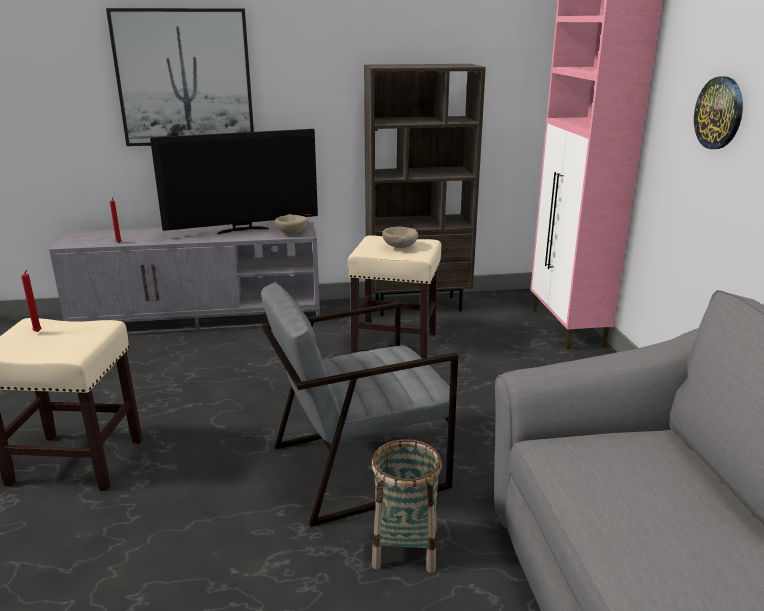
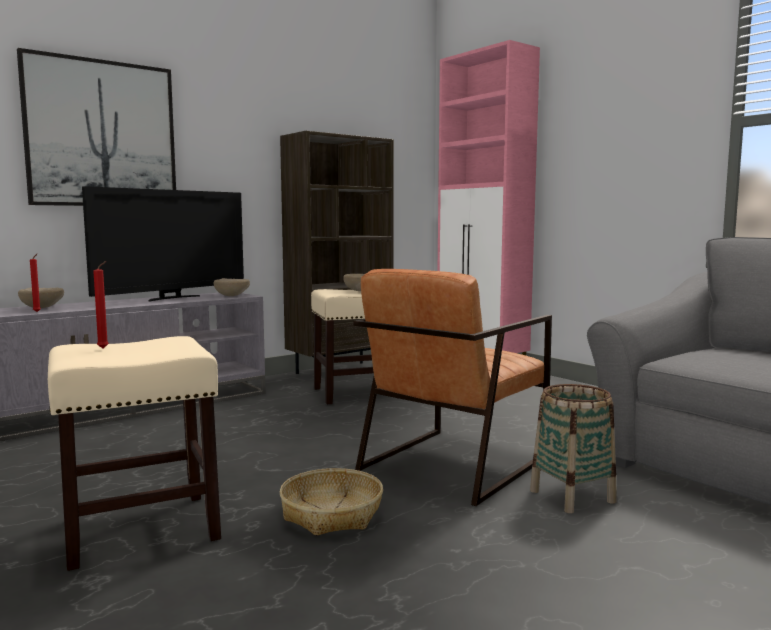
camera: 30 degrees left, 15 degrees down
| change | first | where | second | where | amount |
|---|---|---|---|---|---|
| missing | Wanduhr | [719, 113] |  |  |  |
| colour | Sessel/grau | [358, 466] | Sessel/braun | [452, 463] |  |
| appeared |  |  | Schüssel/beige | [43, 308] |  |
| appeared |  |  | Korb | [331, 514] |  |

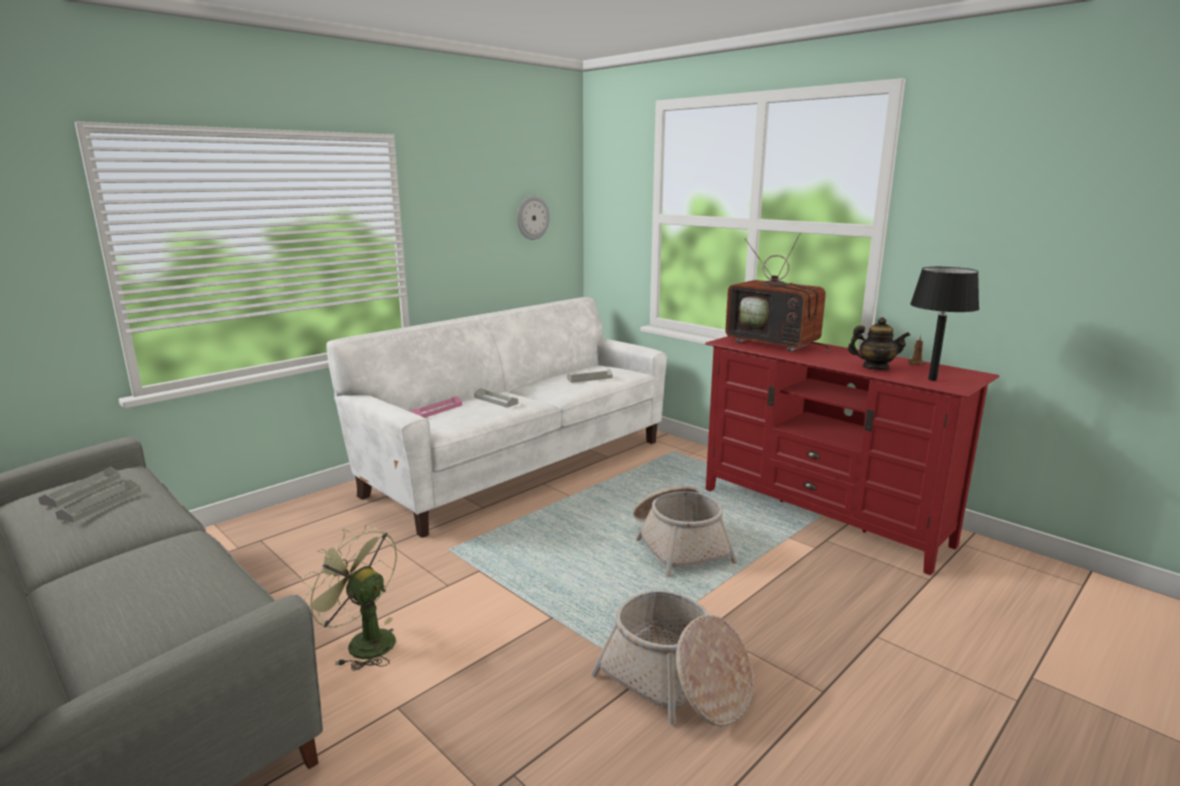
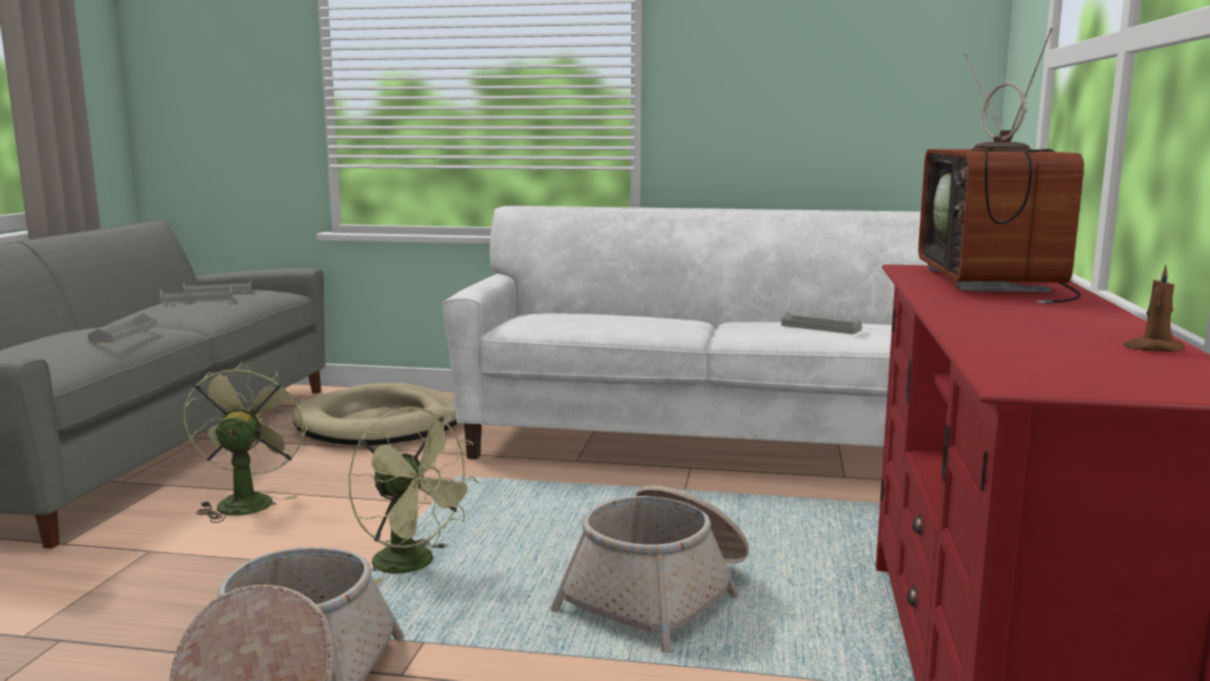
camera: 55 degrees right, 5 degrees down
| change | first | where | second | where | amount |
|---|---|---|---|---|---|
| missing | Wanduhr | [532, 218] |  |  |  |
| missing | Tischlampe/schwarz | [932, 379] |  |  |  |
| missing | Teekanne | [875, 368] |  |  |  |
| relocated | Tablett/grau | [496, 400] |  | [124, 334] |  |
| missing | Tablett/rosa | [437, 410] |  |  |  |
| appeared |  |  | Hundebett/beige | [382, 424] |  |
| appeared |  |  | Ventilator/grün | [414, 565] |  |

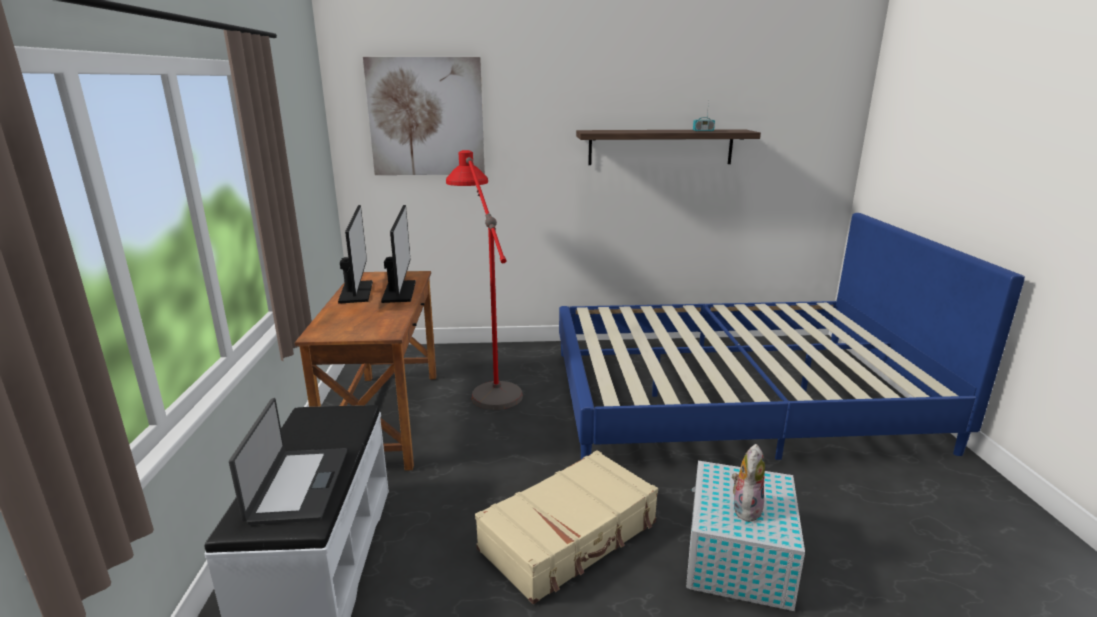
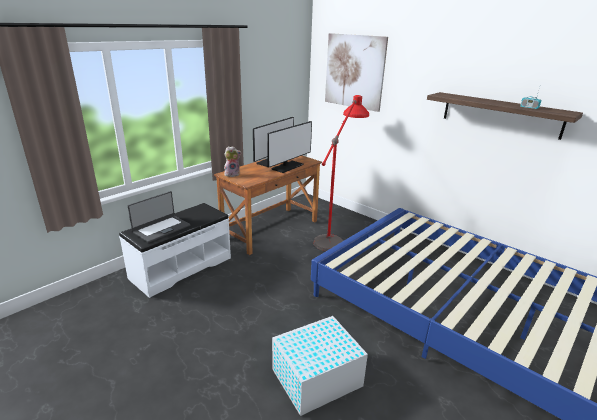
camera: 45 degrees right, 5 degrees up
| change | first | where | second | where | amount |
|---|---|---|---|---|---|
| relocated | Plüschtier | [745, 508] |  | [232, 174] |  |
| missing | Koffer/beige | [570, 536] |  |  |  |

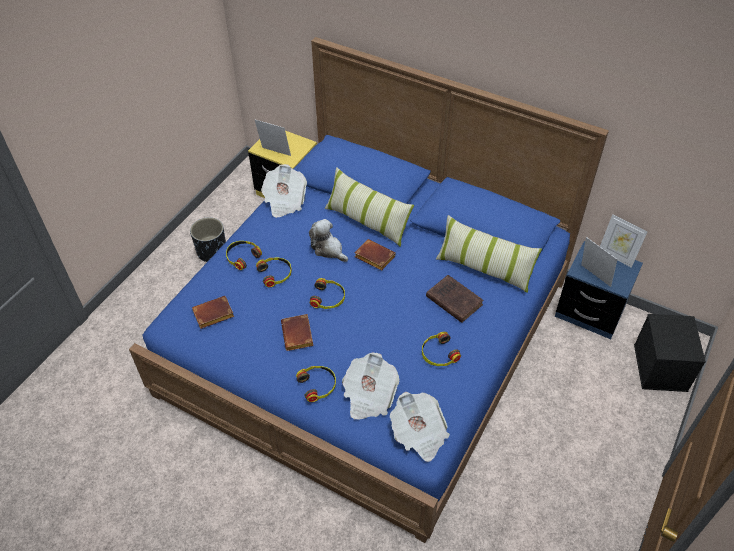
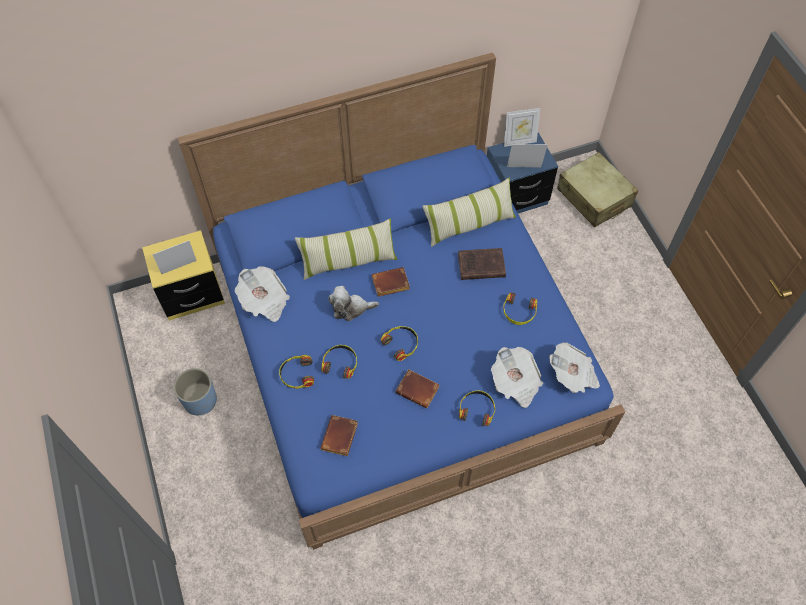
camera: 50 degrees left, 10 degrees up
| change | first | where | second | where | amount |
|---|---|---|---|---|---|
| colour | Pflanzkübel/schwarz | [212, 252] | Pflanzkübel/blau | [200, 400] |  |
| exchanged | Aufbewahrungsbox/schwarz | [661, 368] | Koffer/beige | [594, 197] |  |

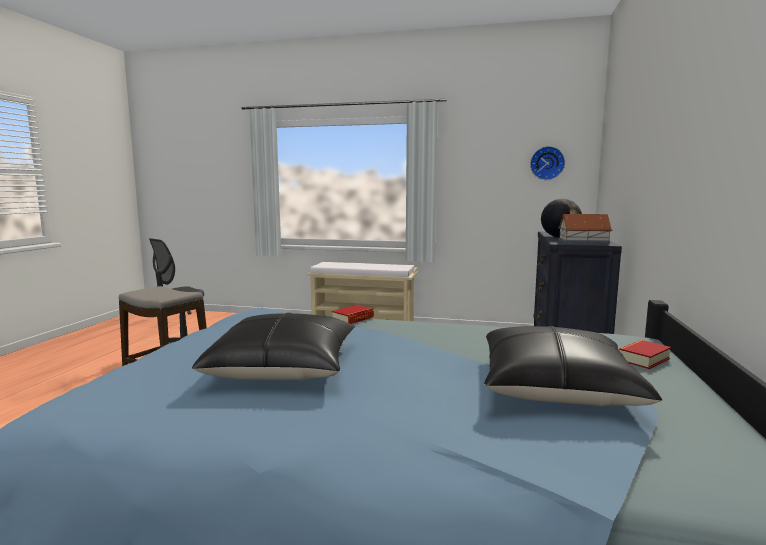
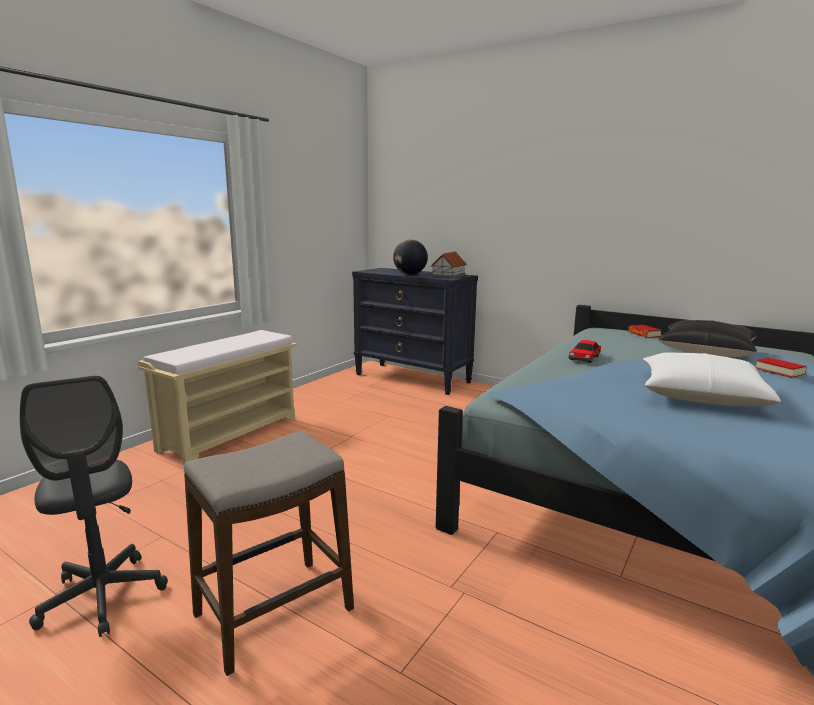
camera: 70 degrees left, 5 degrees up
| change | first | where | second | where | amount |
|---|---|---|---|---|---|
| missing | Wanduhr | [547, 163] |  |  |  |
| relocated | Buch | [353, 319] |  | [779, 371] |  |
| colour | Kissen/schwarz | [284, 367] | Kissen/weiß | [700, 395] |  |
| appeared |  |  | Spielzeugauto | [584, 358] |  |

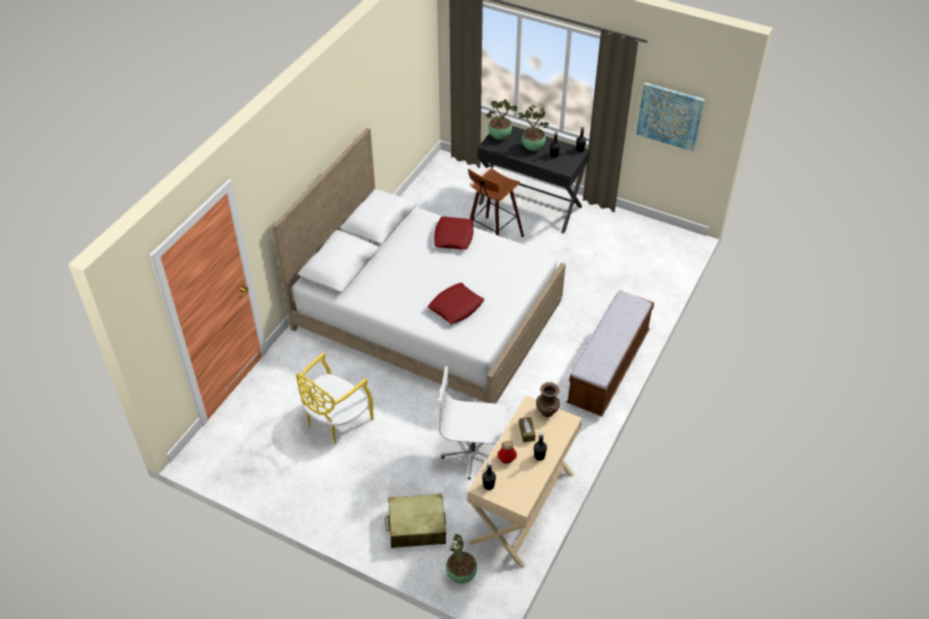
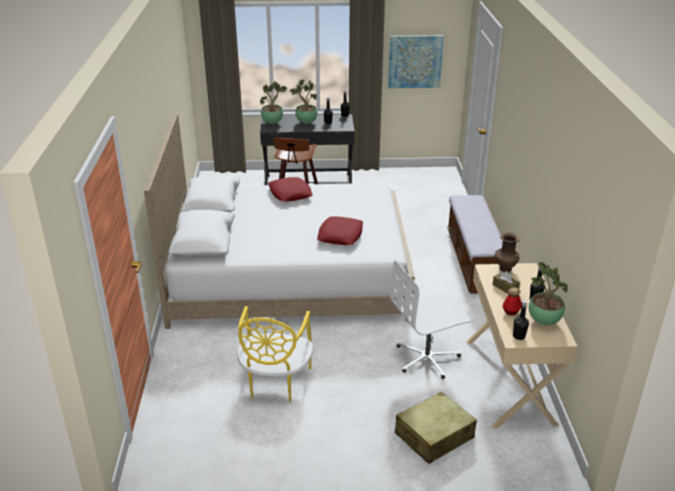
camera: 30 degrees left, 15 degrees down
| change | first | where | second | where | amount |
|---|---|---|---|---|---|
| relocated | Topfpflanze | [461, 576] |  | [544, 322] |  |

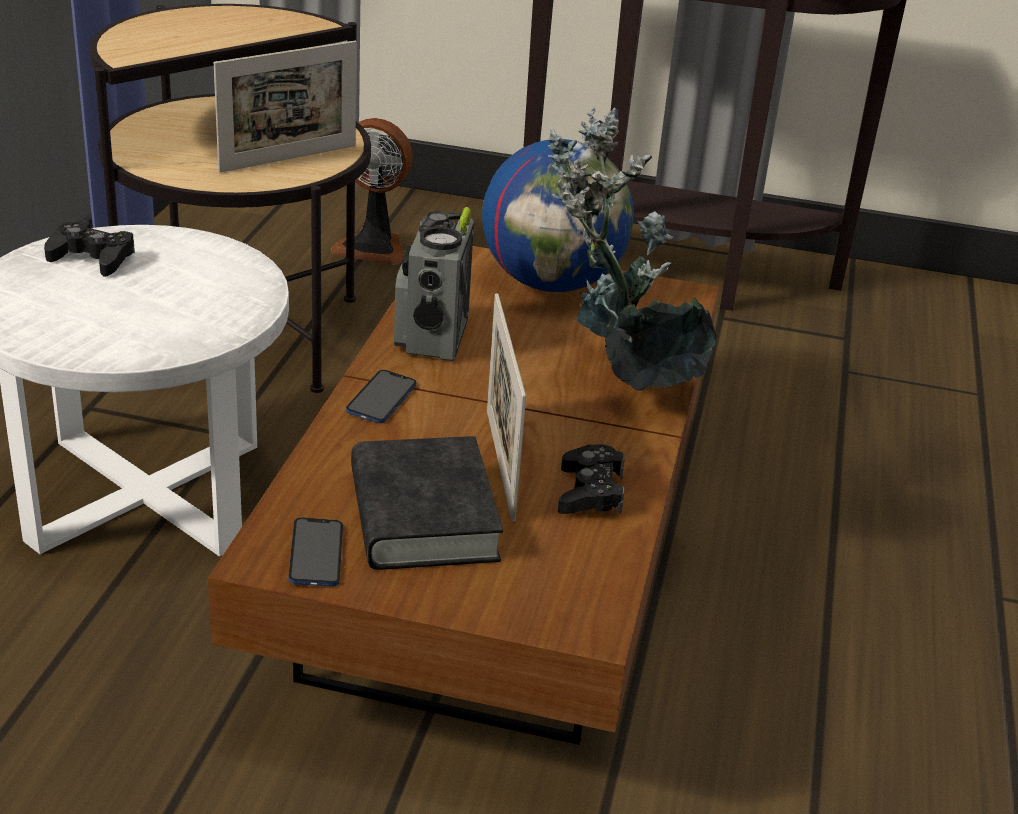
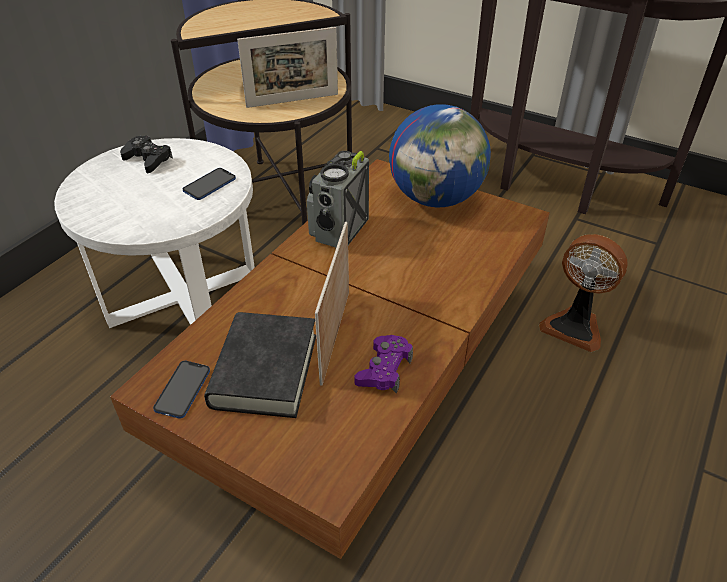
camera: 20 degrees right, 10 degrees up
| change | first | where | second | where | amount |
|---|---|---|---|---|---|
| missing | Topfpflanze | [620, 384] |  |  |  |
| relocated | Ventilator | [374, 247] |  | [574, 326] |  |
| relocated | Handy | [381, 399] |  | [209, 185] |  |
| colour | Gamepad/schwarz | [590, 492] | Gamepad/lila | [384, 369] |  |

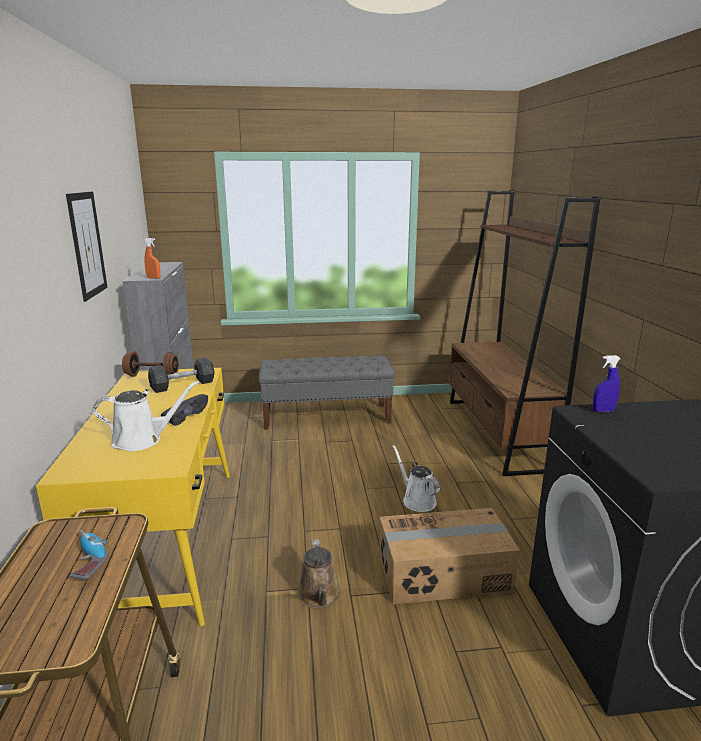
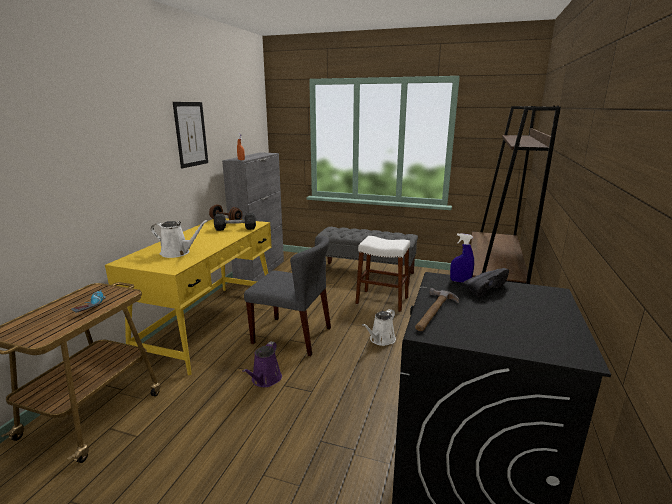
camera: 25 degrees right, 0 degrees up
| change | first | where | second | where | amount |
|---|---|---|---|---|---|
| relocated | Schuh/schwarz | [185, 416] |  | [484, 288] |  |
| spun | Gießkanne/weiß | [417, 500] |  | [381, 340] | 135 degrees counterclockwise |
| missing | Karton | [444, 574] |  |  |  |
| colour | Gießkanne/braun | [319, 596] | Gießkanne/lila | [265, 380] |  |
| appeared |  |  | Stuhl/grau | [292, 335] |  |
| appeared |  |  | Hocker/weiß | [382, 300] |  |
| appeared |  |  | Hammer | [433, 312] |  |

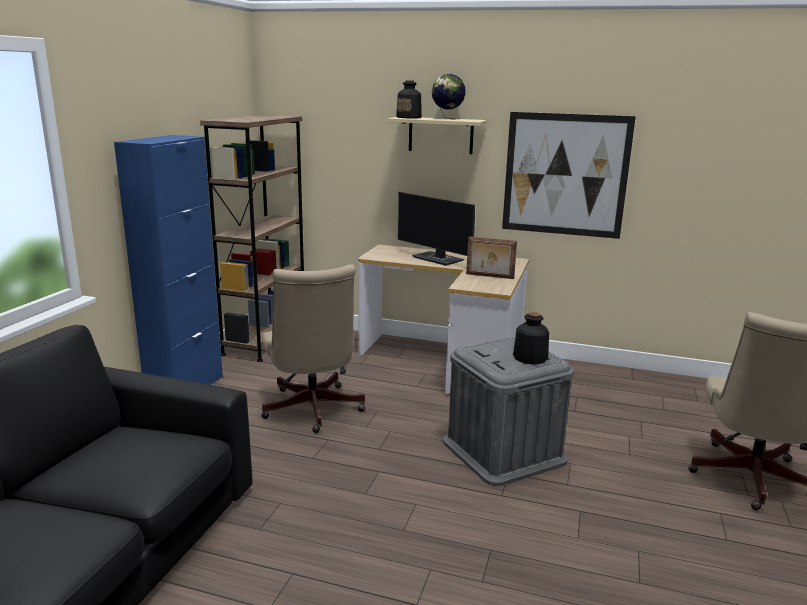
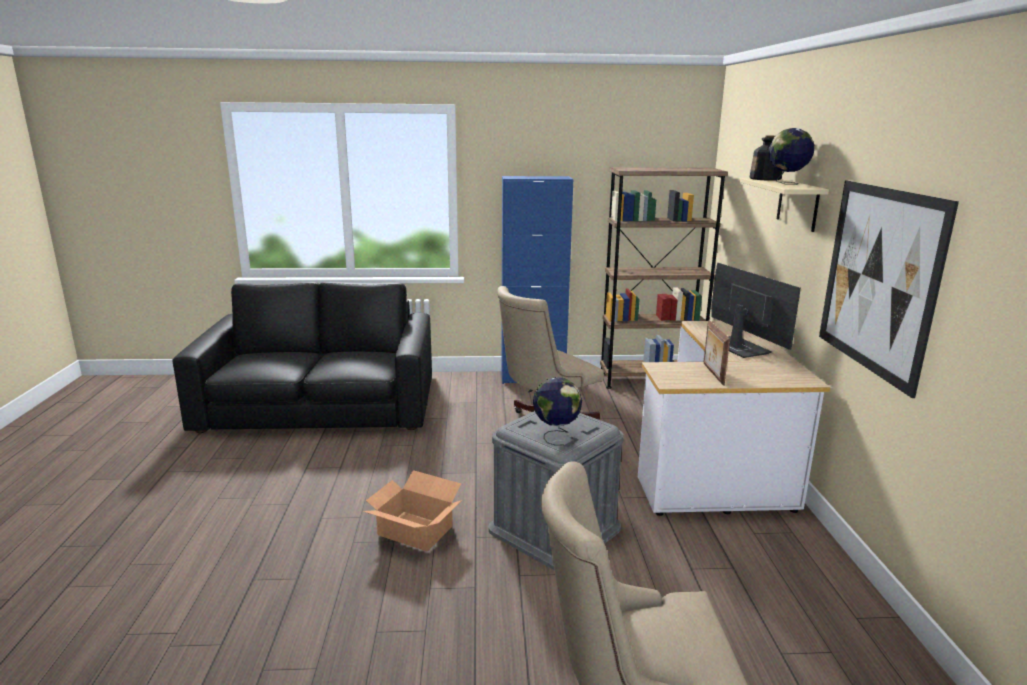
camera: 70 degrees right, 0 degrees up
| change | first | where | second | where | amount |
|---|---|---|---|---|---|
| spun | Monitor | [438, 259] |  | [737, 347] | 135 degrees clockwise |
| exchanged | Flasche | [529, 358] | Globus | [556, 435] |  |
| appeared |  |  | Karton | [415, 530] |  |

